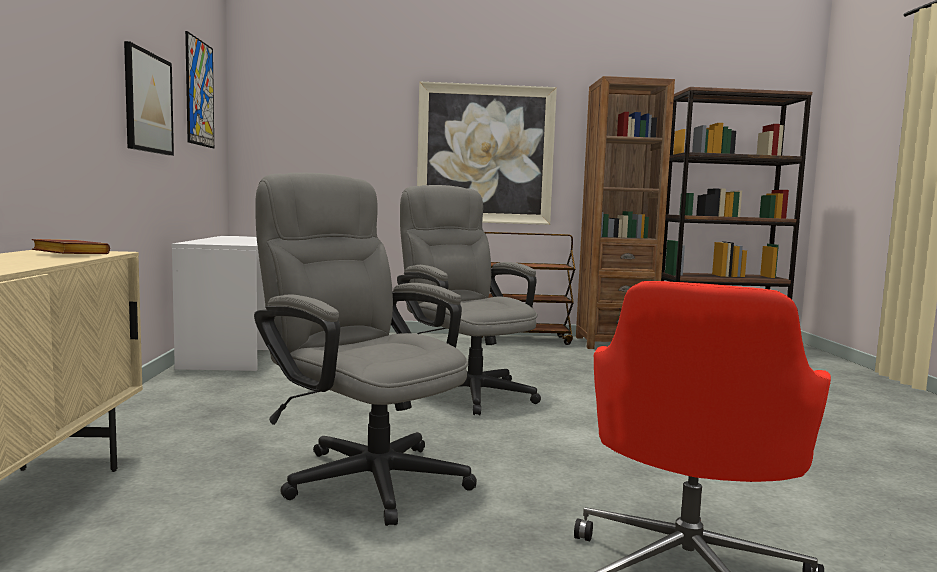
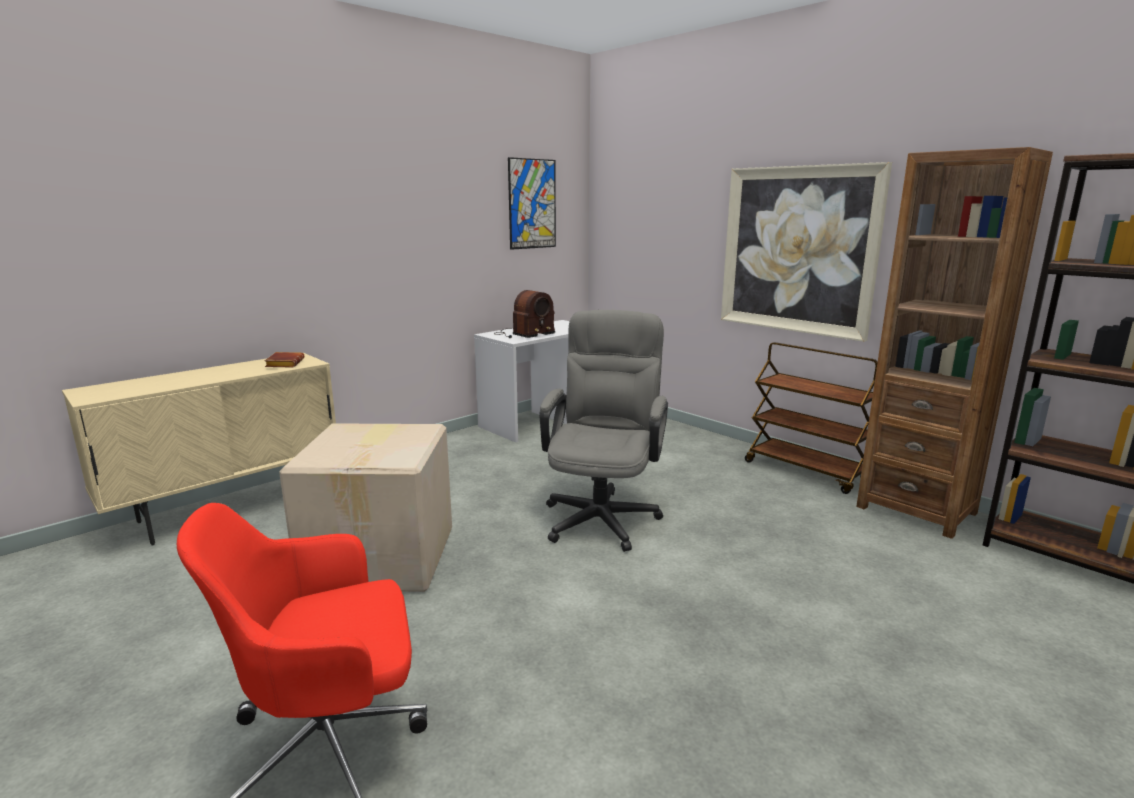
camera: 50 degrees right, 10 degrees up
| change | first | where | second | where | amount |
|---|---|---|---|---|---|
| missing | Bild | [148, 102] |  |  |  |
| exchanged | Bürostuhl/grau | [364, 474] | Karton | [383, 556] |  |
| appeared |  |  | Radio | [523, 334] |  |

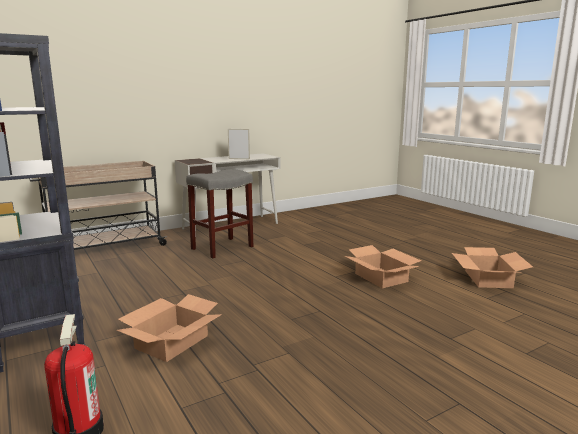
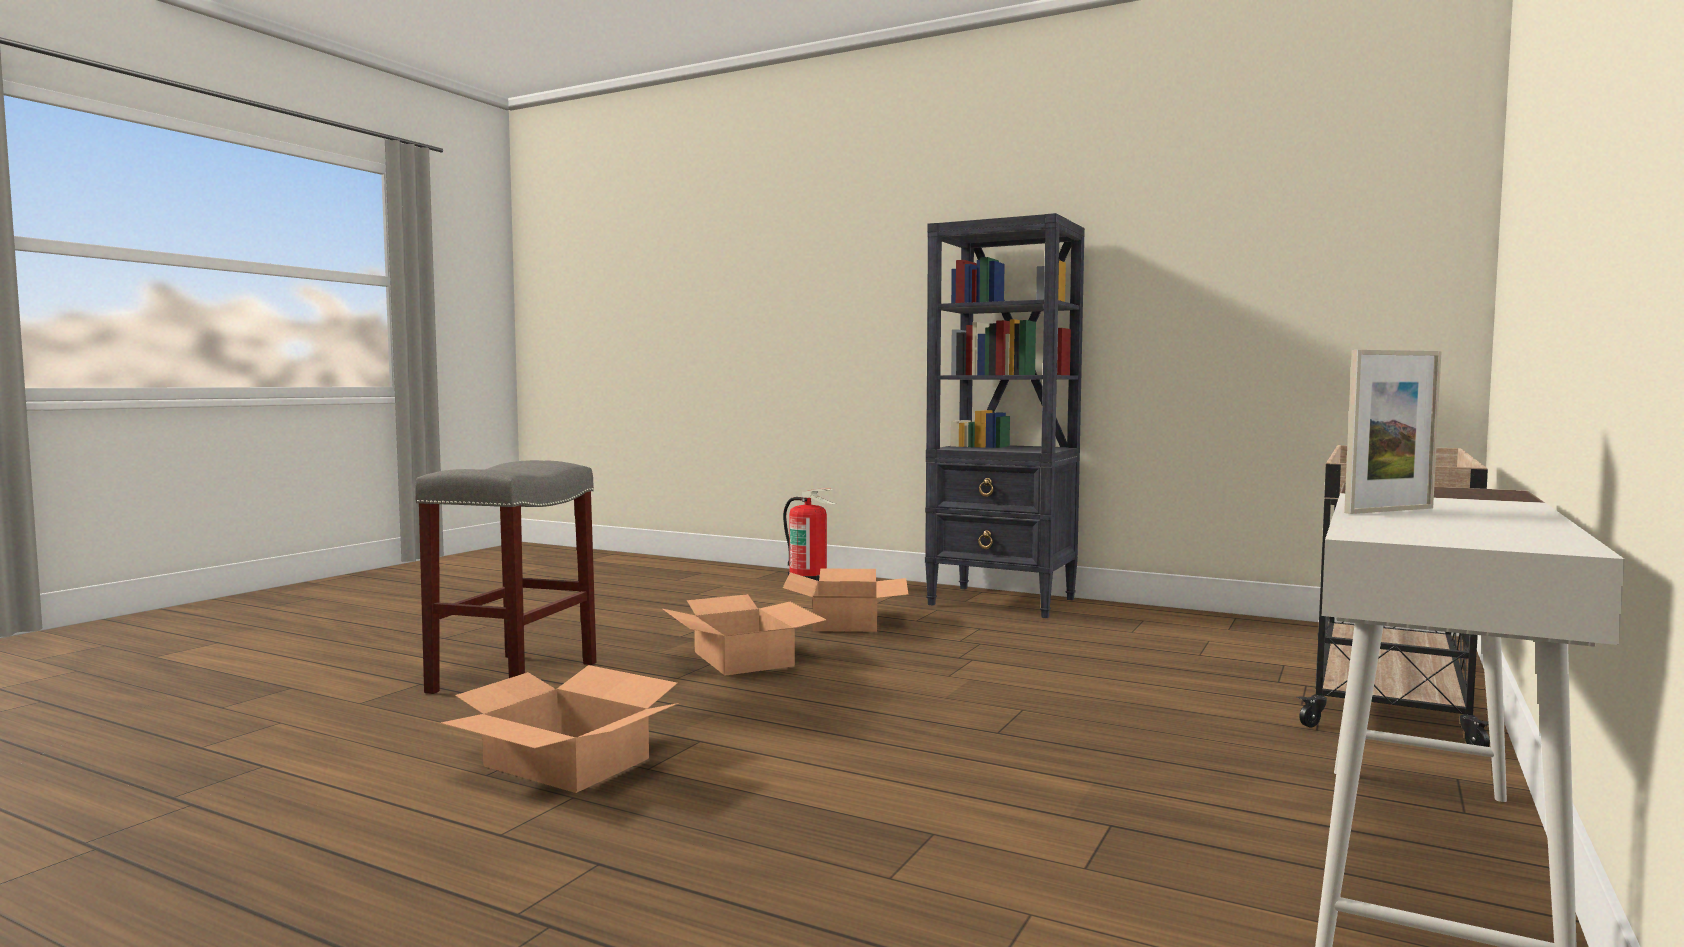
camera: 150 degrees right, 10 degrees down
| change | first | where | second | where | amount |
|---|---|---|---|---|---|
| relocated | Hocker/grau | [222, 248] |  | [515, 676] |  |
| relocated | Karton | [488, 279] |  | [743, 659] |  |

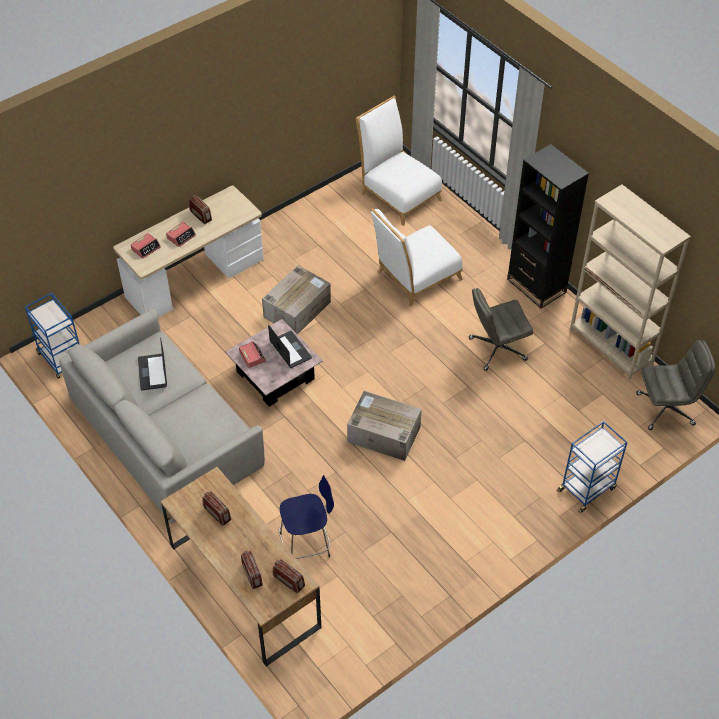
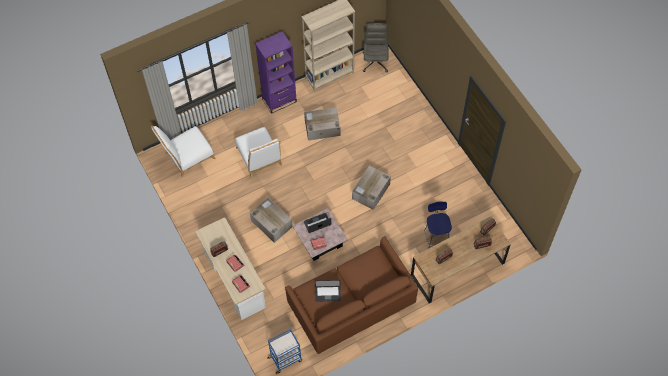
camera: 80 degrees left, 10 degrees up
| change | first | where | second | where | amount |
|---|---|---|---|---|---|
| colour | Bücherregal/schwarz | [536, 286] | Bücherregal/lila | [279, 100] |  |
| exchanged | Bürostuhl/grau | [496, 349] | Karton | [322, 128] |  |
| colour | Sofa/grau | [165, 431] | Sofa/braun | [351, 302] |  |
| missing | Rollwagen/blau | [587, 489] |  |  |  |

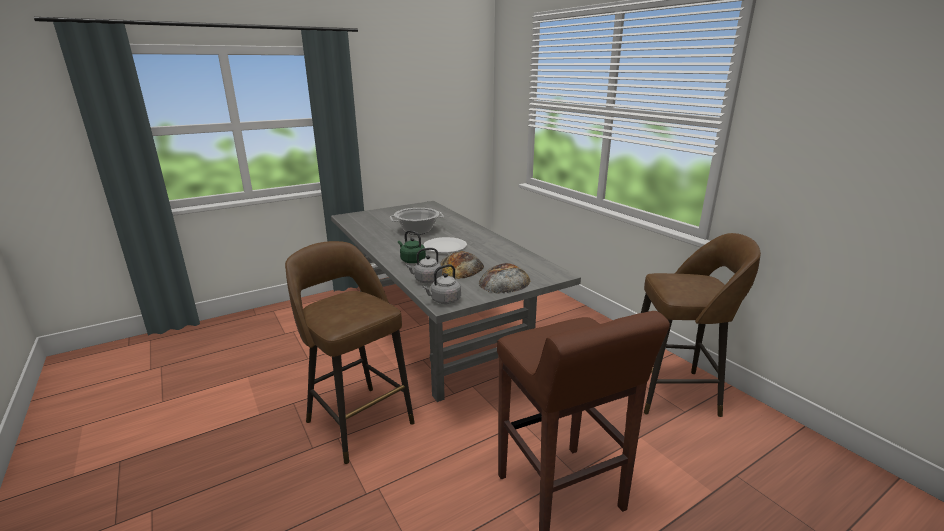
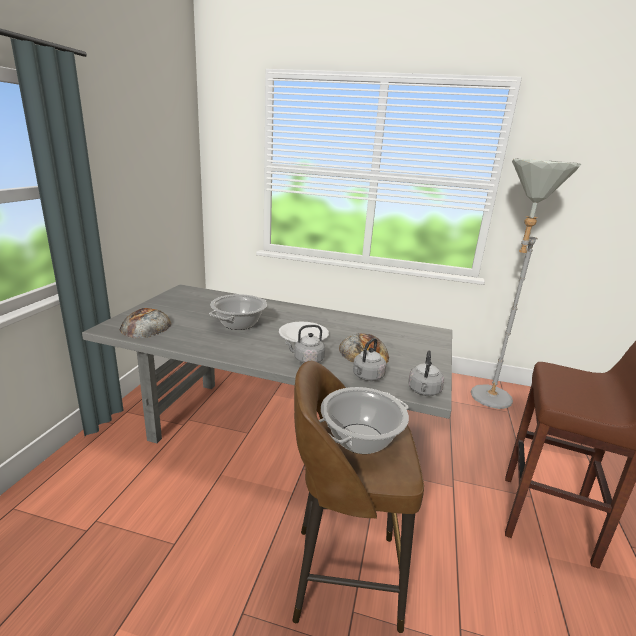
camera: 45 degrees left, 0 degrees up
| change | first | where | second | where | amount |
|---|---|---|---|---|---|
| colour | Wasserkessel/grün | [412, 260] | Wasserkessel/grau | [307, 360] |  |
| exchanged | Hocker/braun | [674, 392] | Stehlampe/grau | [486, 400] |  |
| relocated | Brot | [504, 281] |  | [146, 326] |  |
| appeared |  |  | Kochtopf | [360, 439] |  |

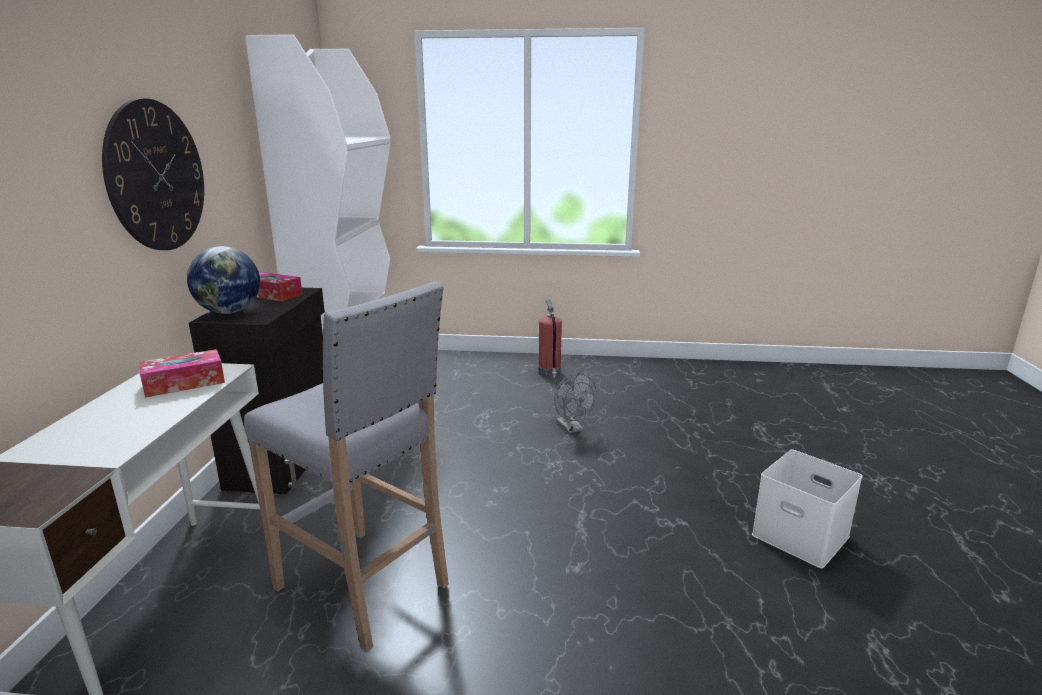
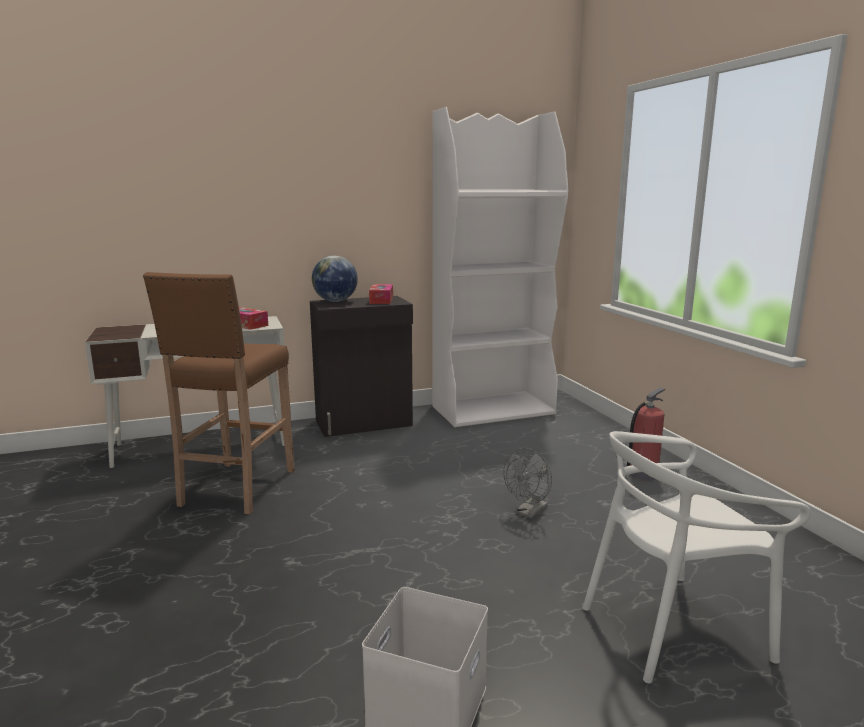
camera: 65 degrees right, 5 degrees down
| change | first | where | second | where | amount |
|---|---|---|---|---|---|
| missing | Wanduhr | [156, 176] |  |  |  |
| colour | Hocker/grau | [364, 587] | Hocker/braun | [236, 488] |  |
| appeared |  |  | Stuhl/weiß | [672, 628] |  |

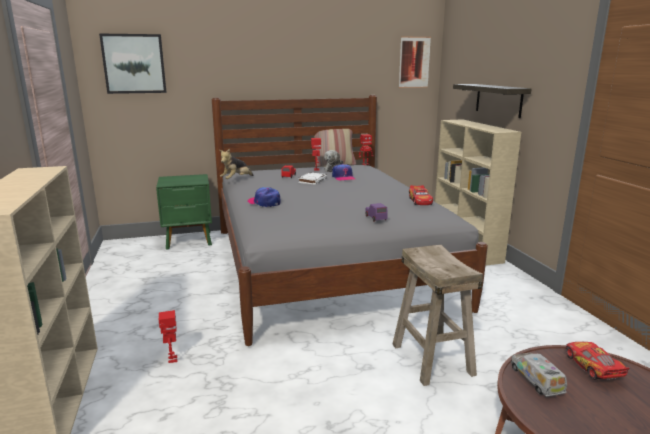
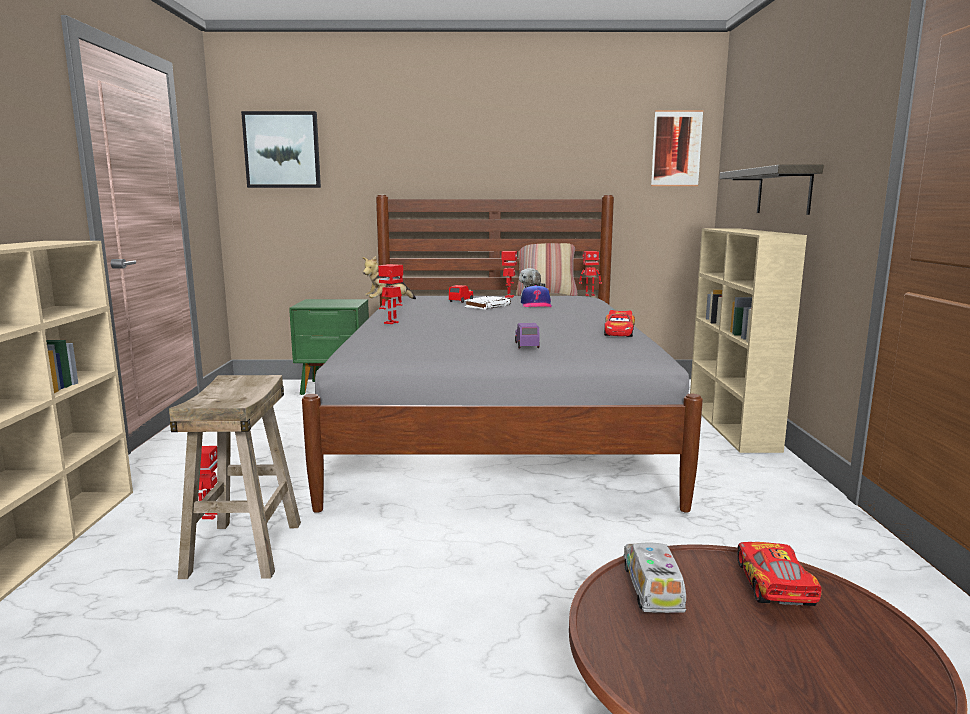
camera: 15 degrees right, 5 degrees down
| change | first | where | second | where | amount |
|---|---|---|---|---|---|
| exchanged | Kappe | [264, 202] | Spielzeugroboter | [392, 323] |  |
| relocated | Hocker/beige | [433, 359] |  | [245, 549] |  |

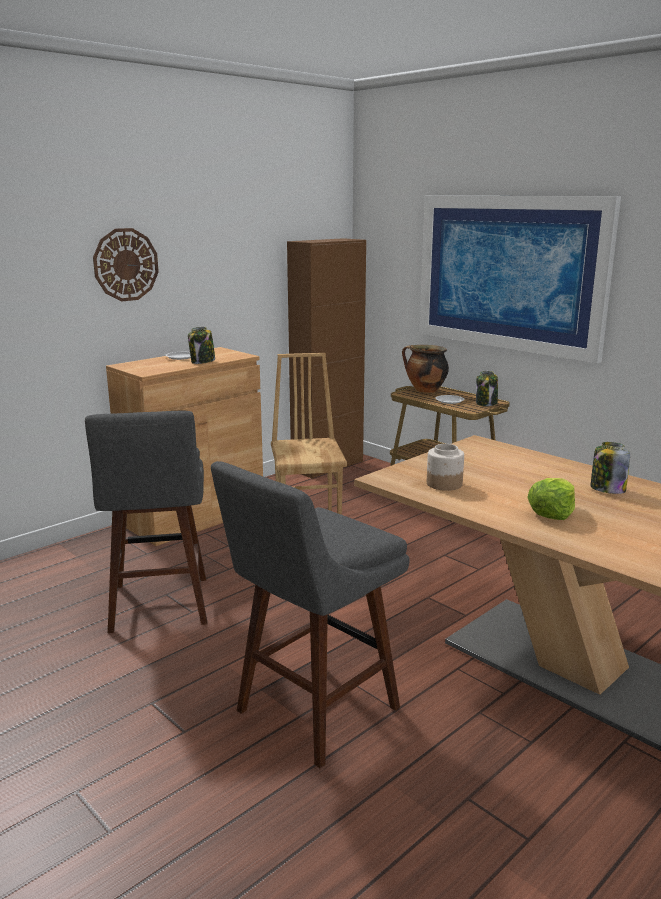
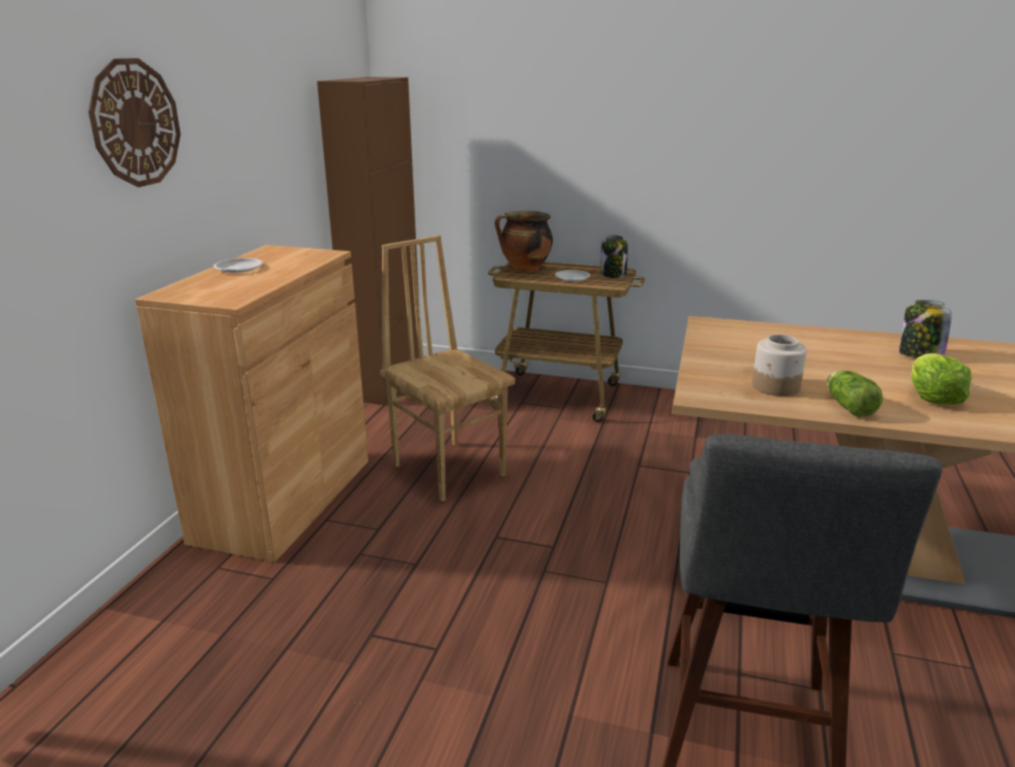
camera: 30 degrees left, 5 degrees up
| change | first | where | second | where | amount |
|---|---|---|---|---|---|
| missing | Bild | [509, 273] |  |  |  |
| missing | Vorratsglas | [202, 361] |  |  |  |
| missing | Hocker/grau | [159, 607] |  |  |  |
| appeared |  |  | Salatkopf | [847, 406] |  |

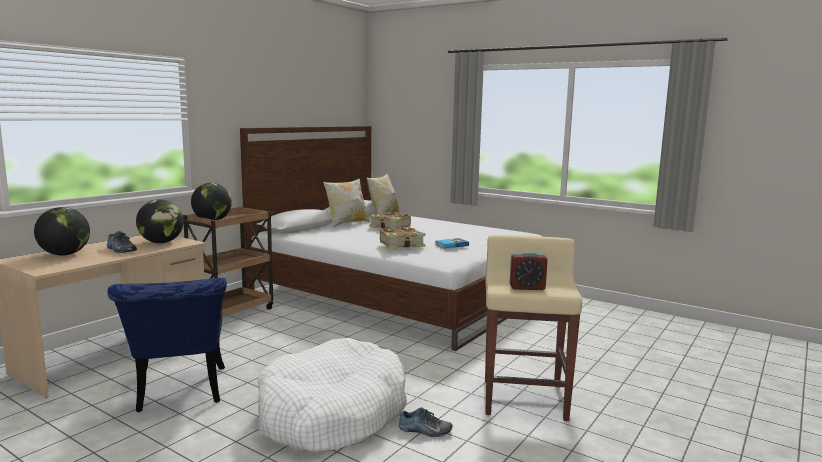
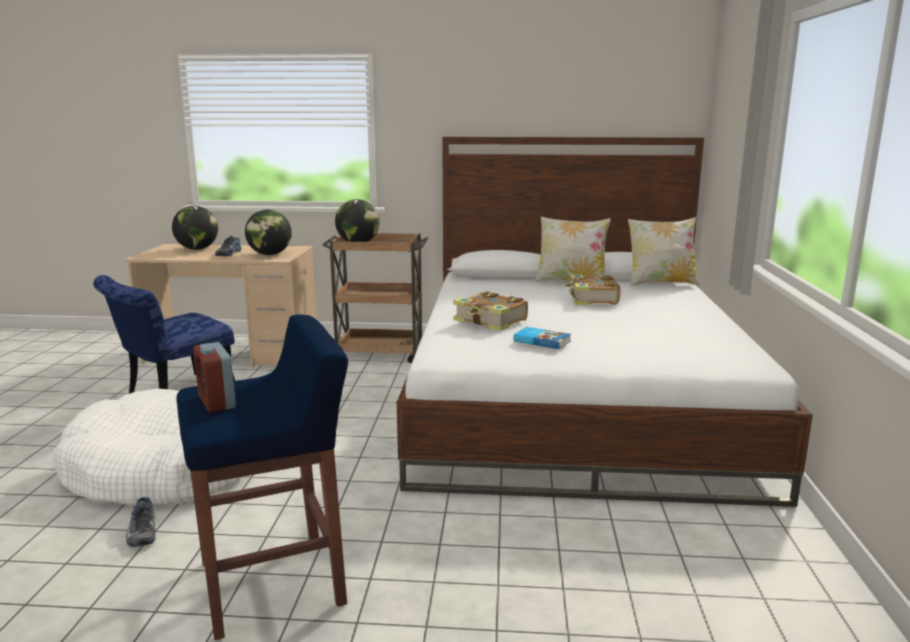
camera: 60 degrees right, 5 degrees up
| change | first | where | second | where | amount |
|---|---|---|---|---|---|
| colour | Hocker/beige | [524, 398] | Hocker/blau | [275, 582] |  |

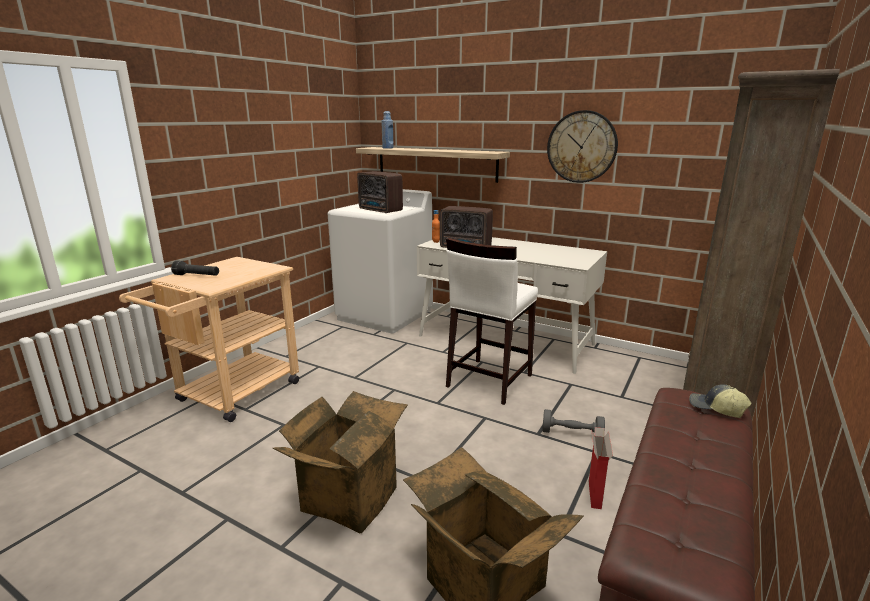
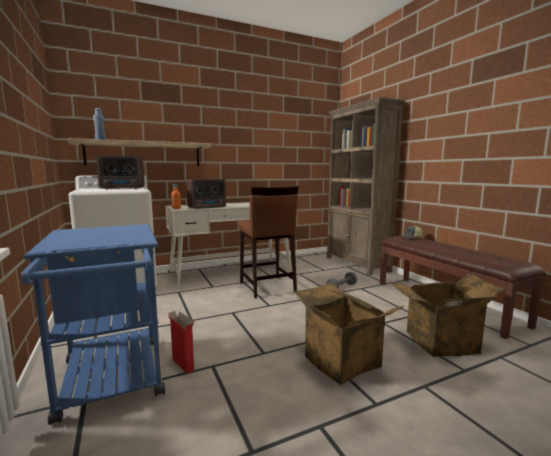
camera: 55 degrees left, 10 degrees down
| change | first | where | second | where | amount |
|---|---|---|---|---|---|
| missing | Wanduhr | [581, 147] |  |  |  |
| colour | Hocker/weiß | [488, 381] | Hocker/braun | [267, 287] |  |
| colour | Rollwagen/beige | [231, 396] | Rollwagen/blau | [112, 384] |  |
| missing | Taschenlampe/schwarz | [197, 276] |  |  |  |
| relocated | Karton | [594, 494] |  | [182, 364] |  |

